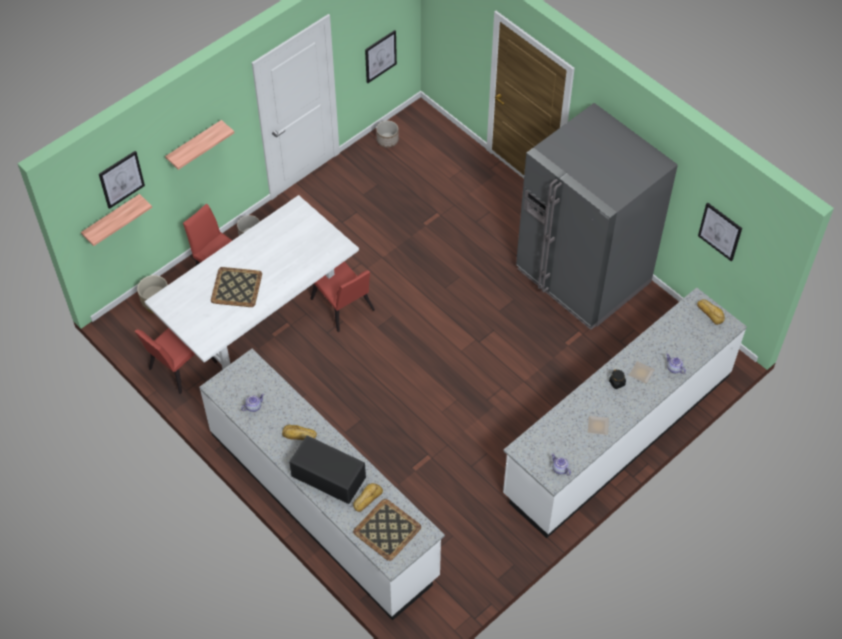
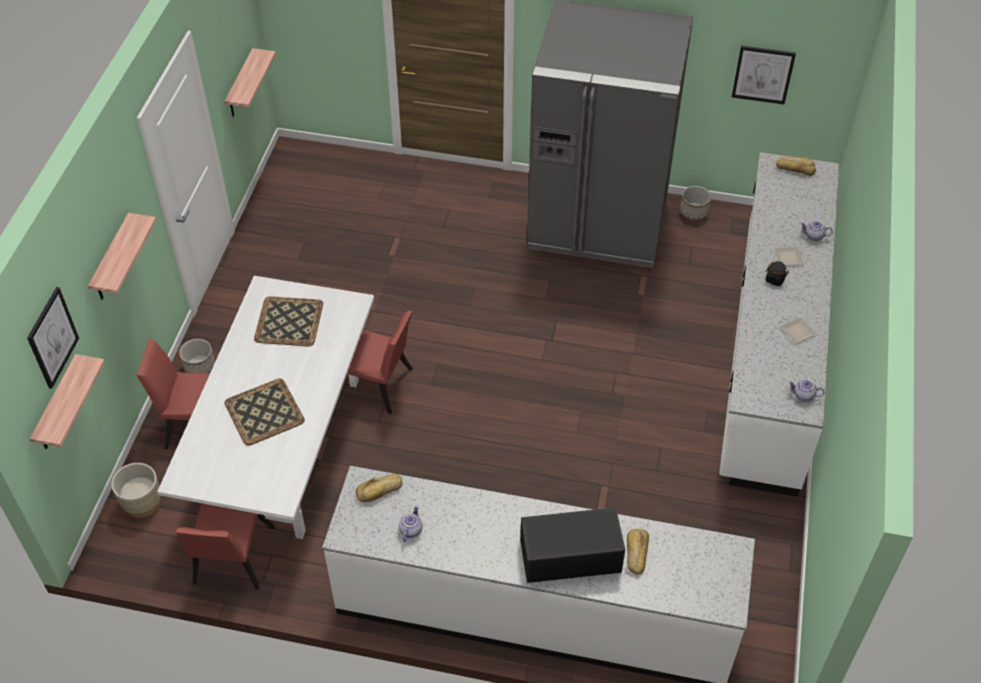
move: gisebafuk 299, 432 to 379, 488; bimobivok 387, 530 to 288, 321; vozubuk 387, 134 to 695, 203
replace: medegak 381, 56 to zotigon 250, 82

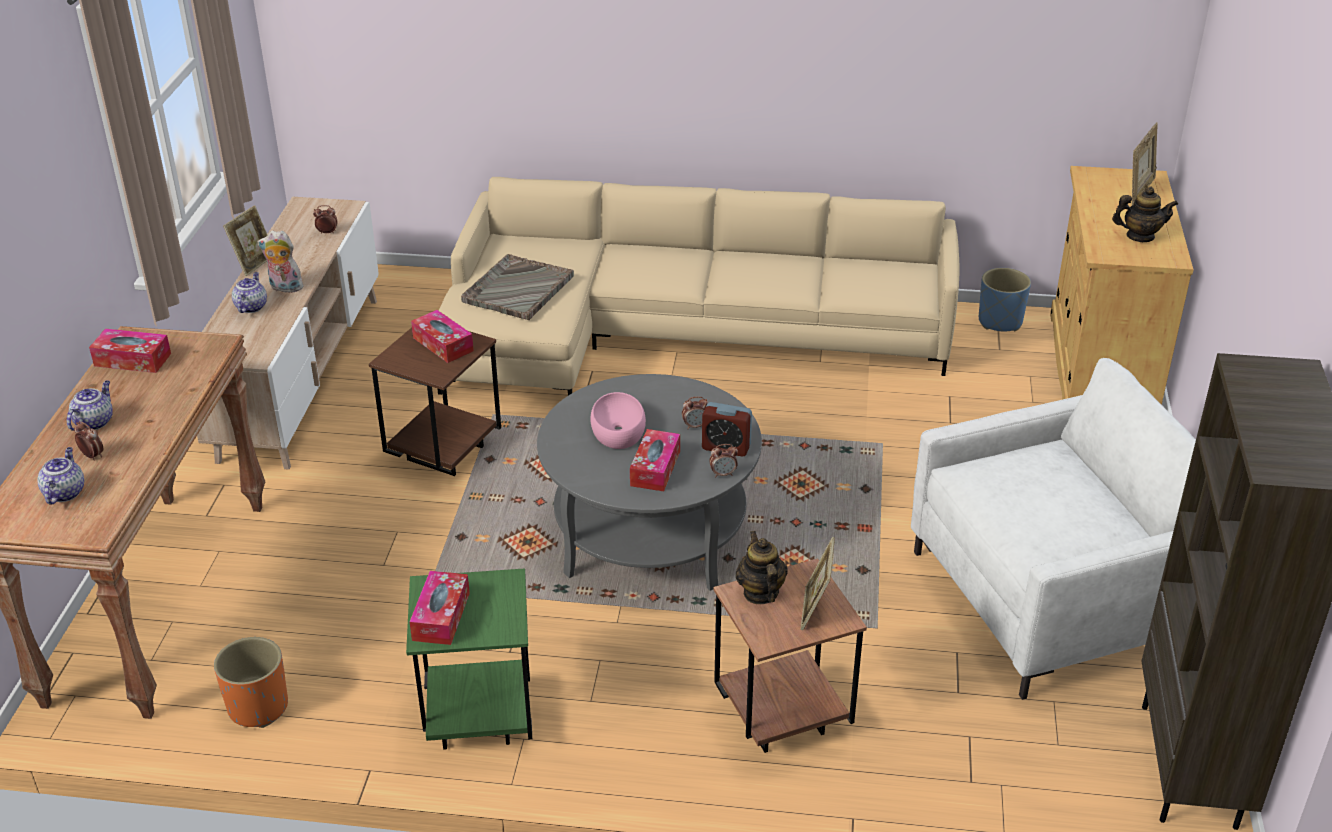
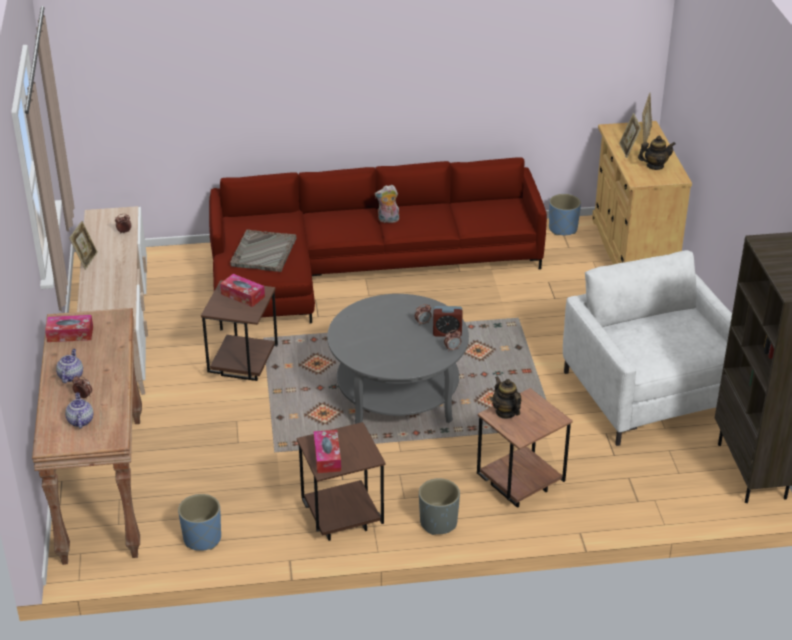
delete: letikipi 249, 292; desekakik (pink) 618, 420; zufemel 655, 460
insert: vozubuk (grey) 439, 506
move: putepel 281, 261 to 387, 204; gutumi 817, 583 to 630, 135
recolor: vozubuk (orange) 251, 682 to vozubuk (blue) 199, 522; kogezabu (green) 469, 659 to kogezabu (brown) 341, 481; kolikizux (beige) 698, 286 to kolikizux (red) 378, 243
rotate: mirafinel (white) 1053, 529 = 647, 348 75 degrees counterclockwise

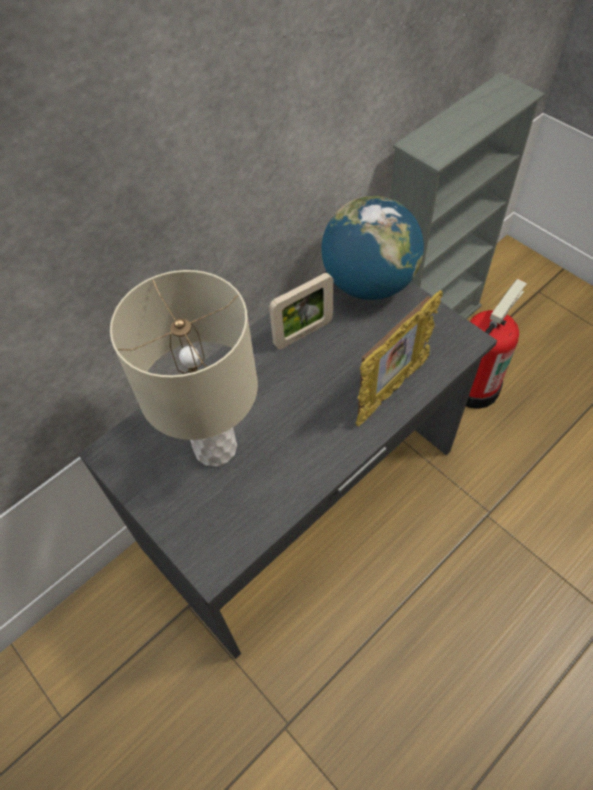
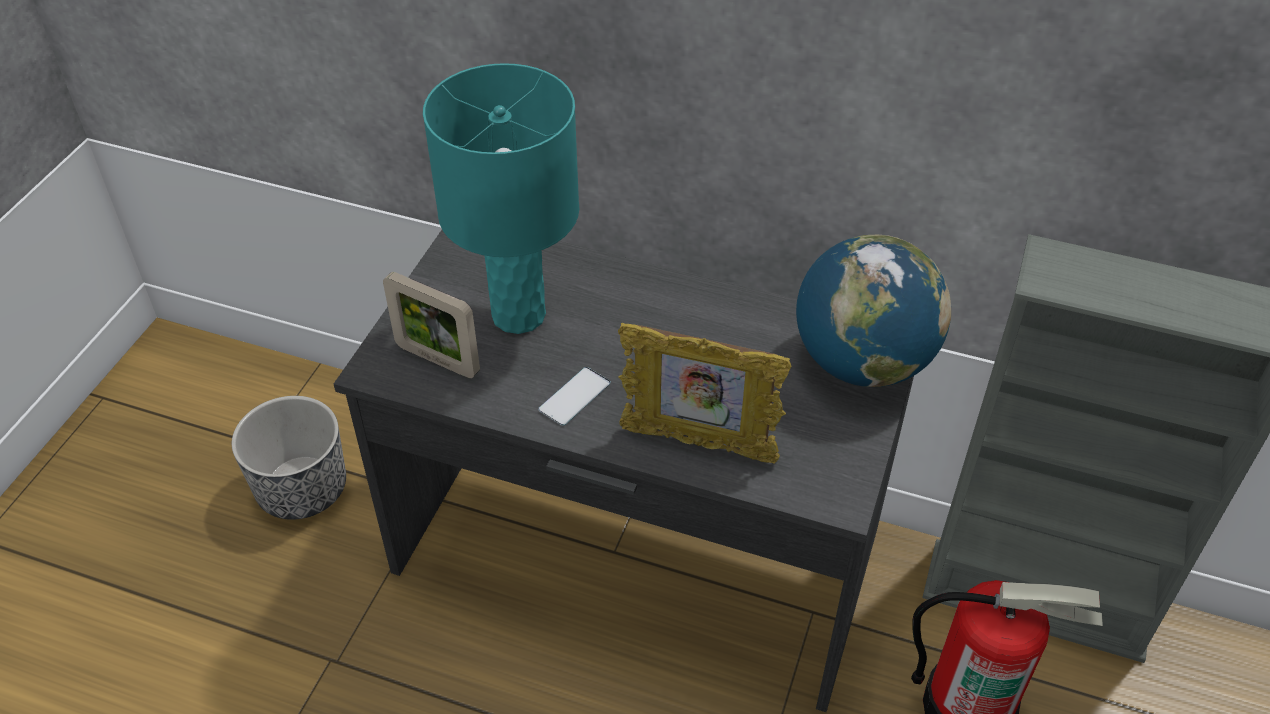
insert: vozubuk 289, 458; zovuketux 574, 396
move: gutumi 301, 311 to 431, 325
recolor: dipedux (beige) 184, 368 to dipedux (turquoise) 501, 198

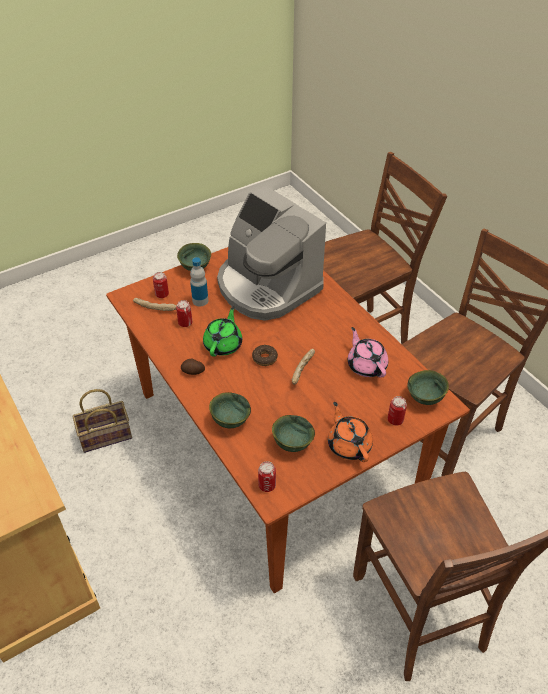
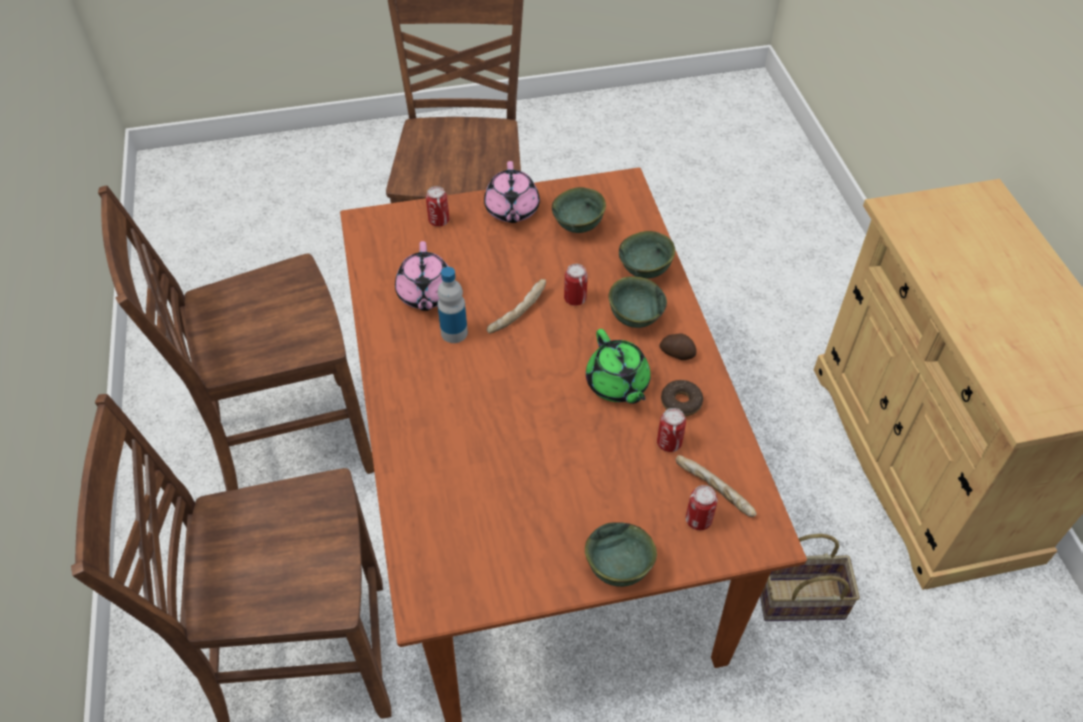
delete: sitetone 271, 253
move: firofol 199, 281 to 453, 305; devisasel 265, 355 to 682, 398; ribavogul 267, 476 to 576, 285; desekakik (green) 428, 387 to 637, 302
recolor: letikipi (orange) 350, 432 to letikipi (pink) 512, 192
rotate: letikipi (green) 222, 331 = 618, 366 60 degrees counterclockwise

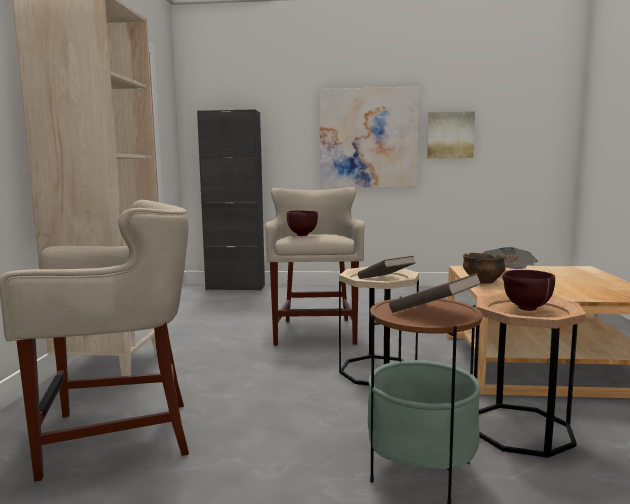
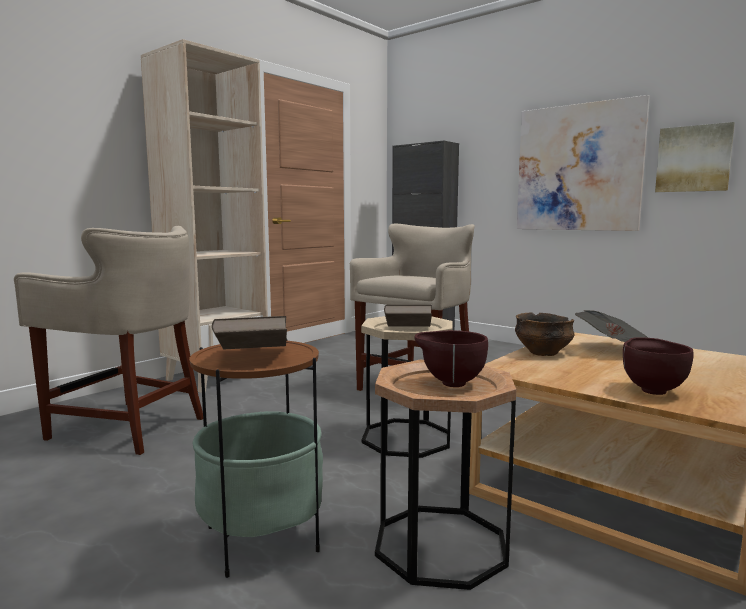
move: desekakik (brown) 302, 223 to 658, 366

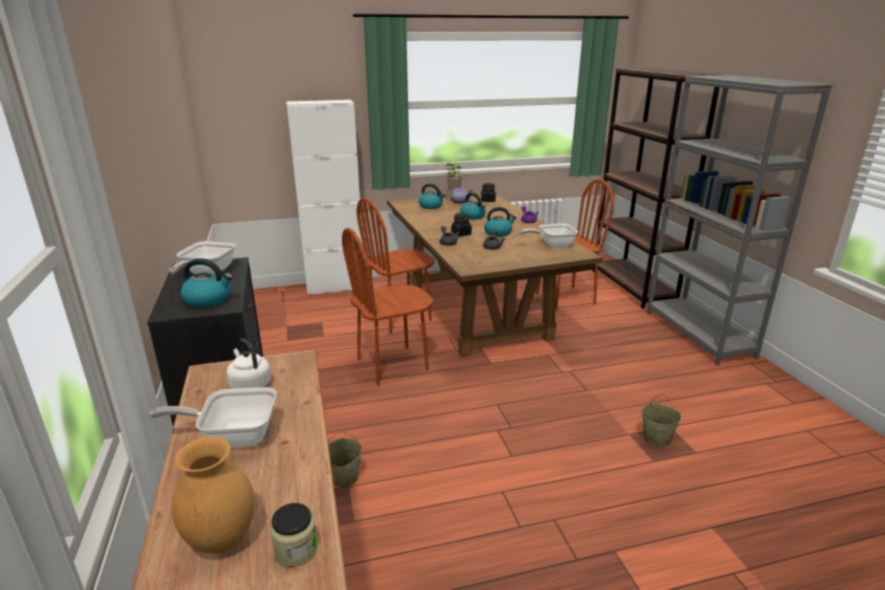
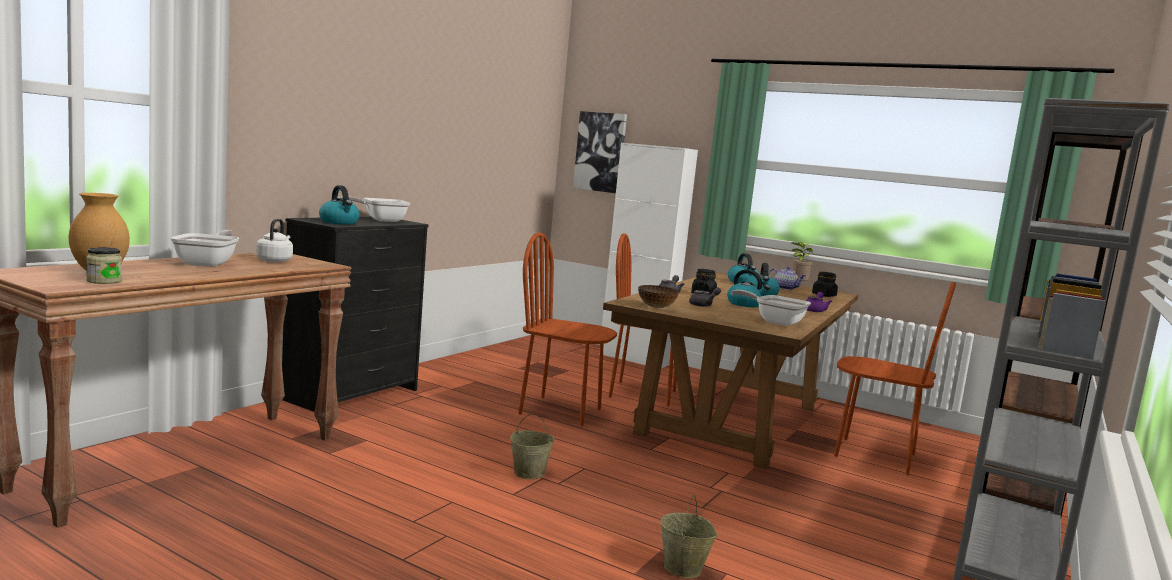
insert: medegak 600, 152; desekakik 658, 296
move: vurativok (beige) 345, 460 to 532, 446
rotate: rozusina 212, 417 = 204, 248 45 degrees clockwise

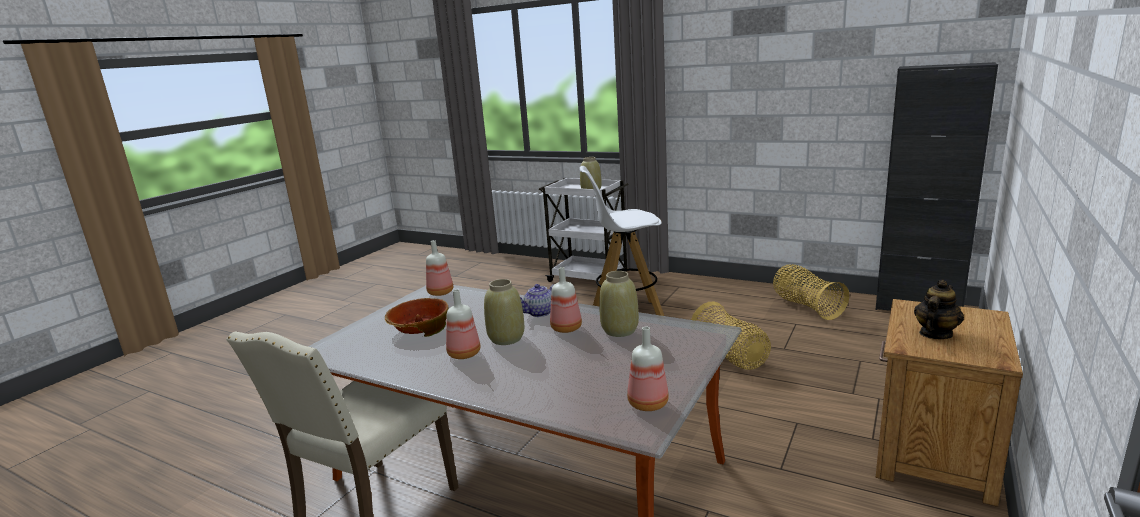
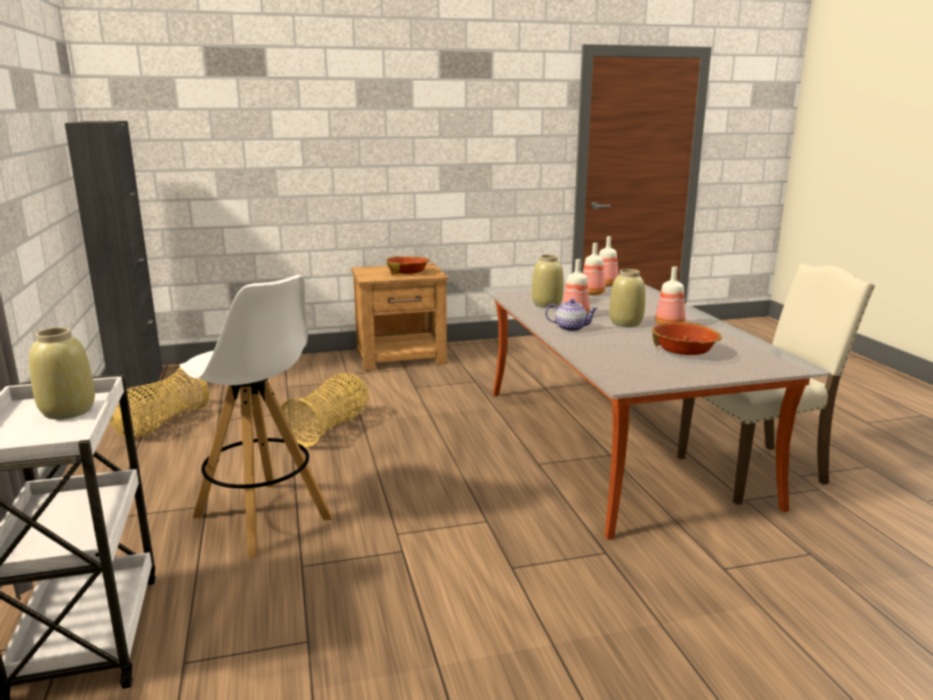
move: firofol 439, 268 to 594, 269
replace: letikipi 939, 309 to desekakik 408, 265

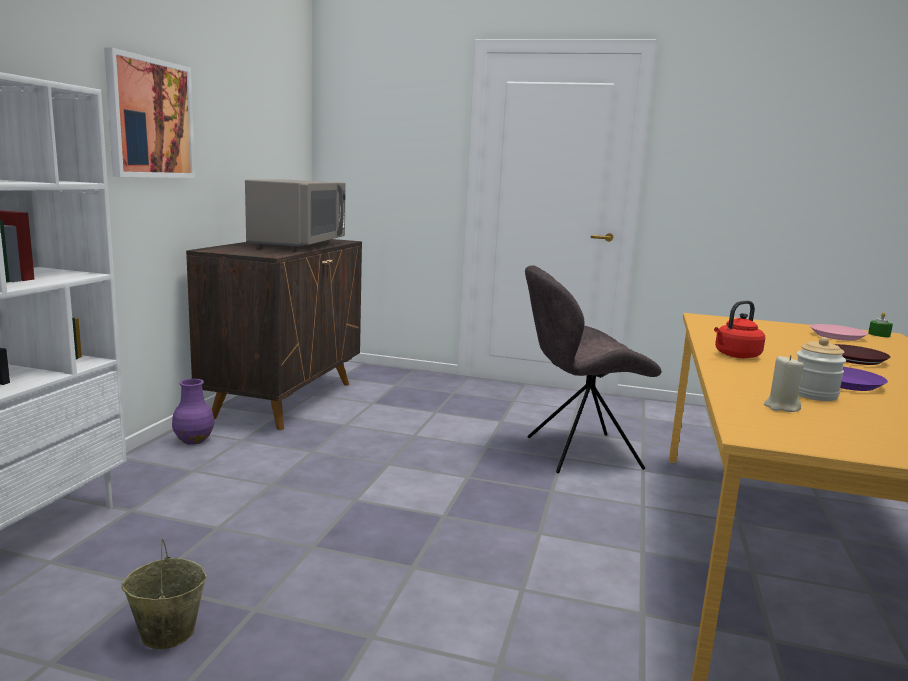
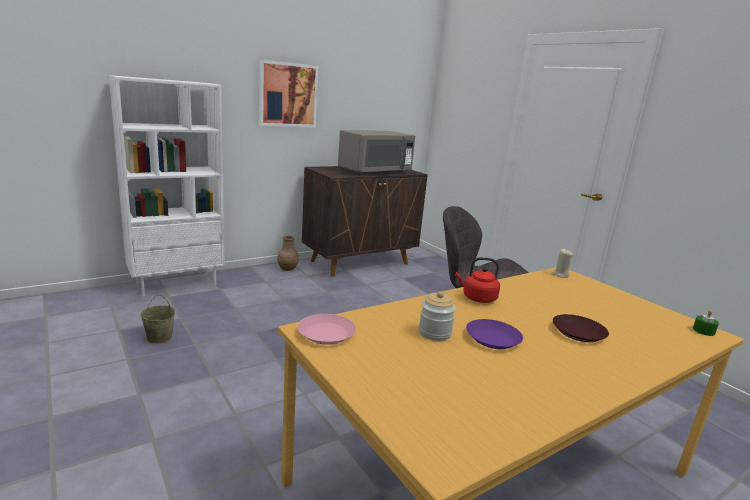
move: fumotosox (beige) 784, 383 to 562, 263; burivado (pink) 839, 332 to 327, 329
recolor: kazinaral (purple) 193, 412 to kazinaral (brown) 288, 253

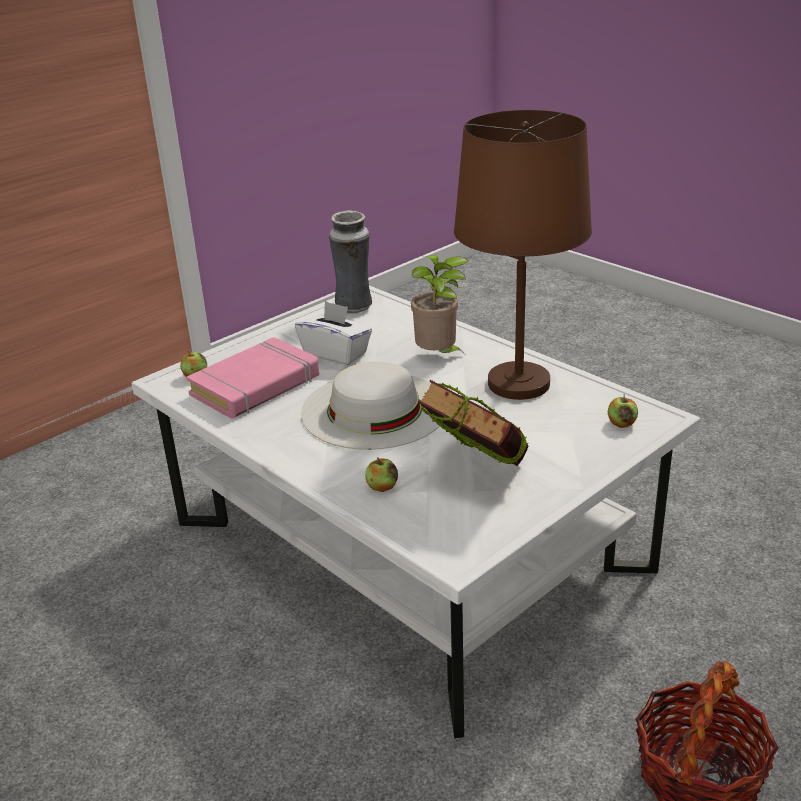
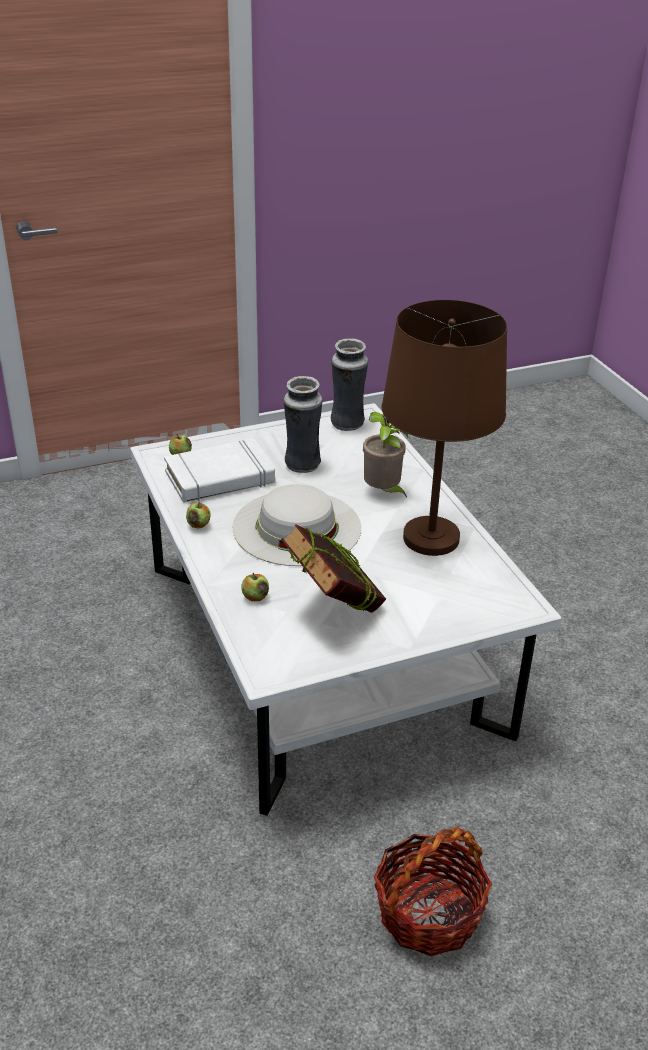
move: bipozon 623, 411 to 198, 514
replace: zufemel (white) 333, 333 to kazinaral 303, 424
recolor: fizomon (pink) 252, 378 to fizomon (white) 219, 470

